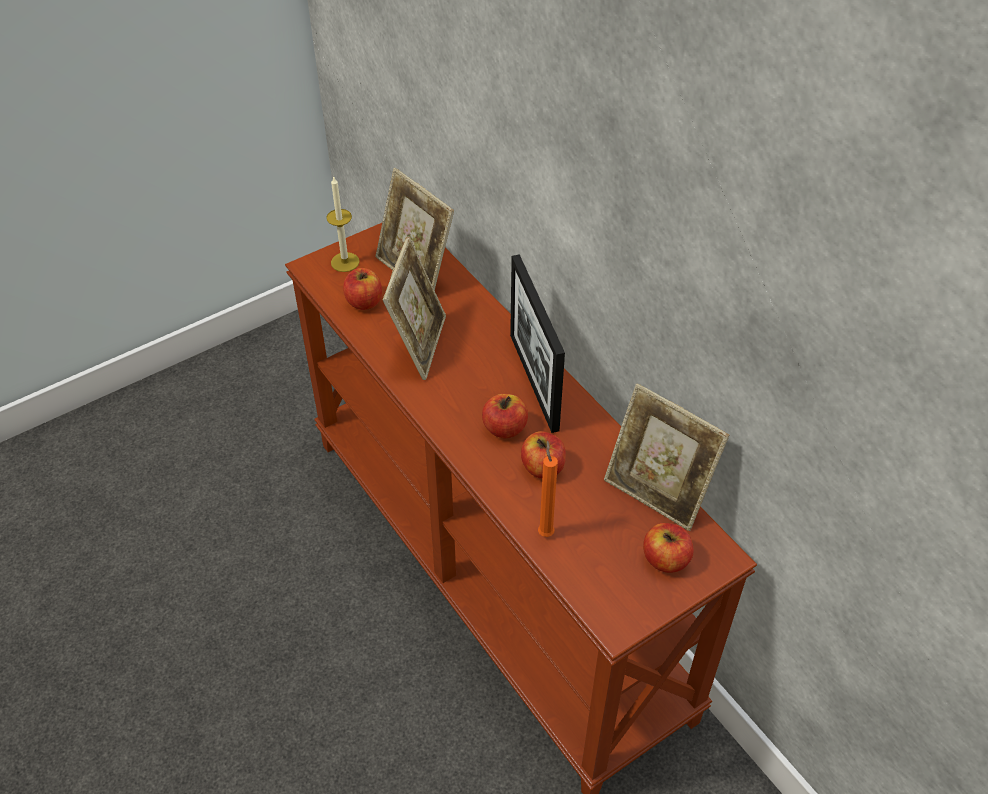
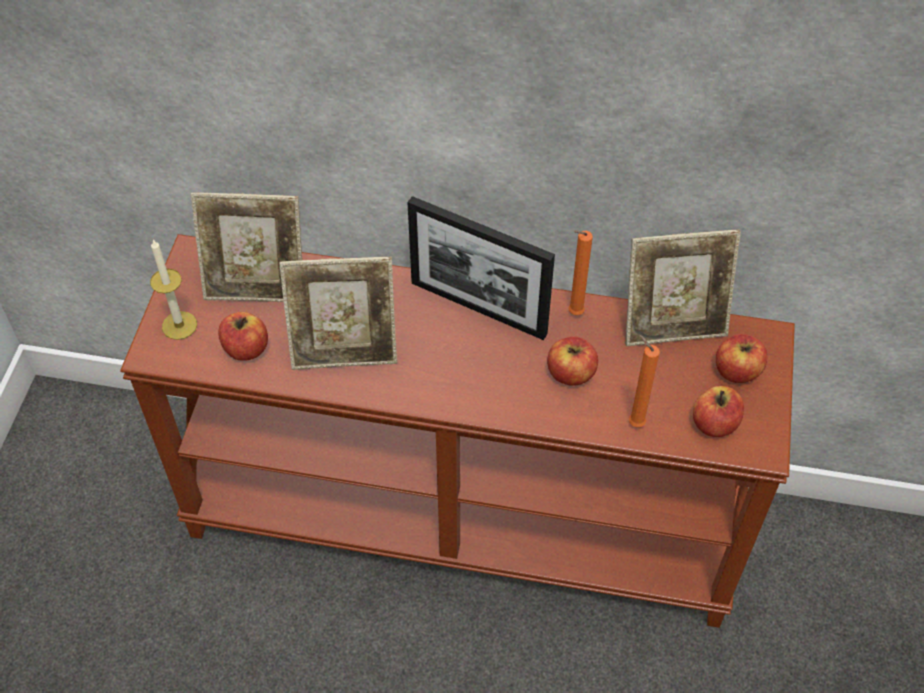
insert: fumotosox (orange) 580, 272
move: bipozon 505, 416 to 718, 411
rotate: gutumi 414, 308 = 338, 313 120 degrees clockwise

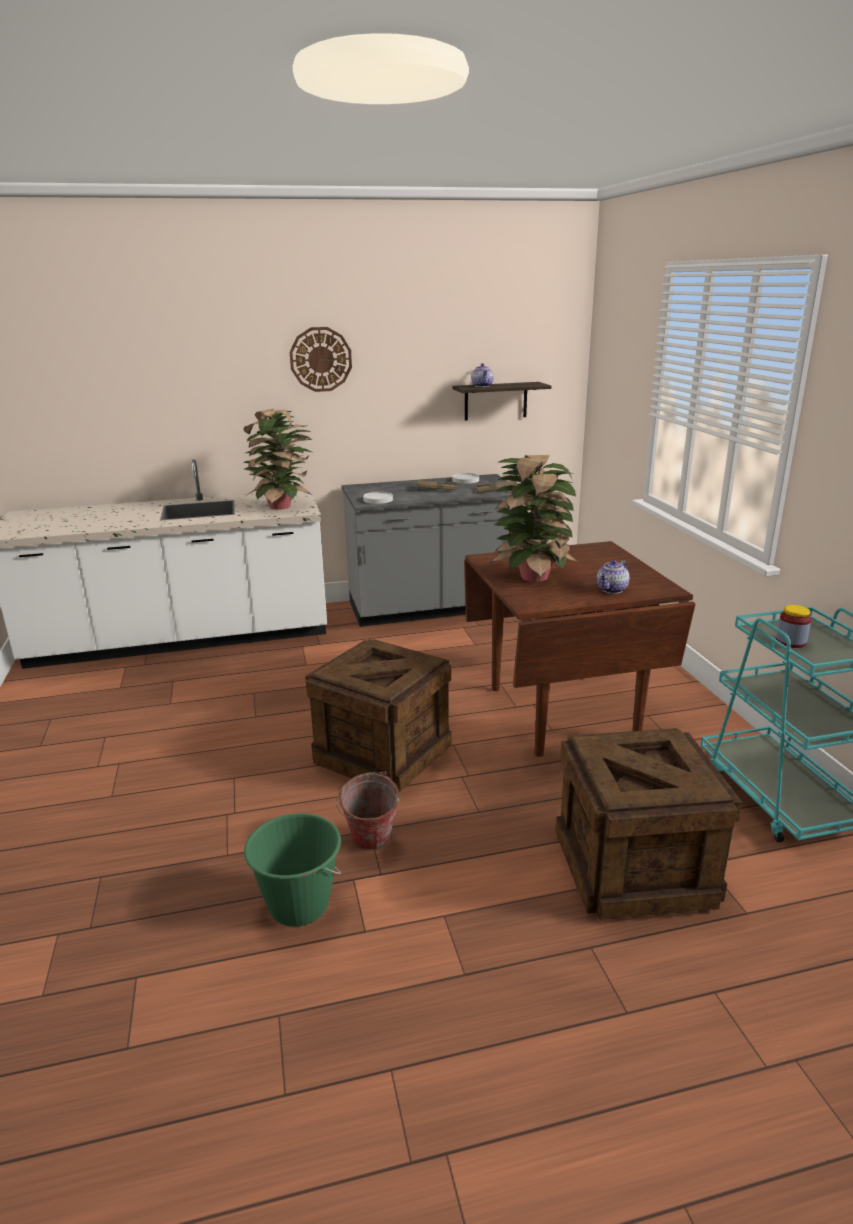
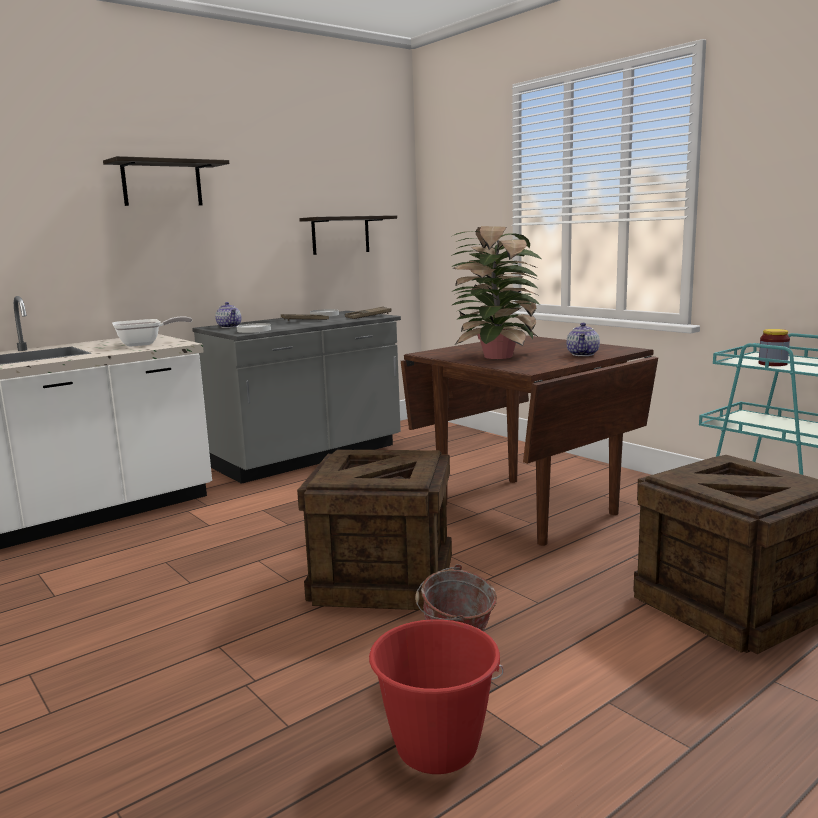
move: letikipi 482, 375 to 228, 315
replace: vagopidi 277, 459 to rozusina 152, 332; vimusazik 321, 359 to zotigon 166, 181
recolor: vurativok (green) 292, 870 to vurativok (red) 436, 696

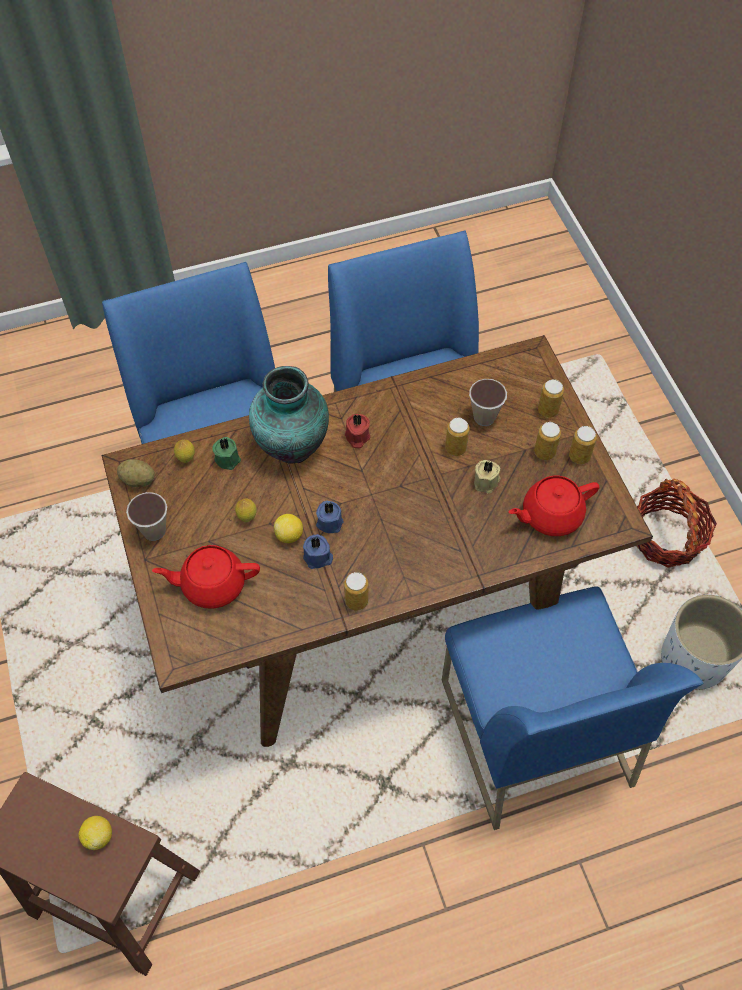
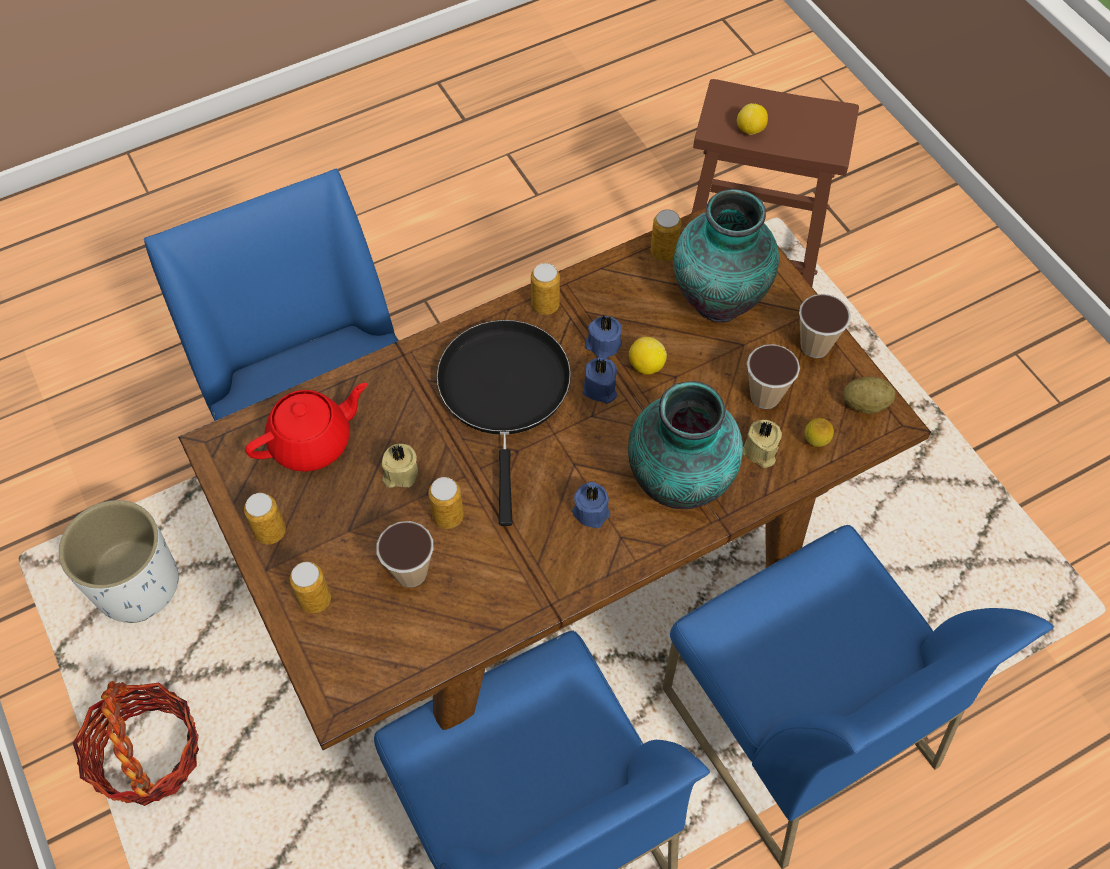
delete: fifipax 246, 510
insert: rozusina (black) 503, 423; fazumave 773, 376
move: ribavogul 547, 441 to 666, 235
replace: letikipi (red) 206, 577 to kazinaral 726, 256
recolor: fumotosox (green) 227, 453 to fumotosox (beige) 762, 444; fumotosox (red) 357, 431 to fumotosox (blue) 591, 505

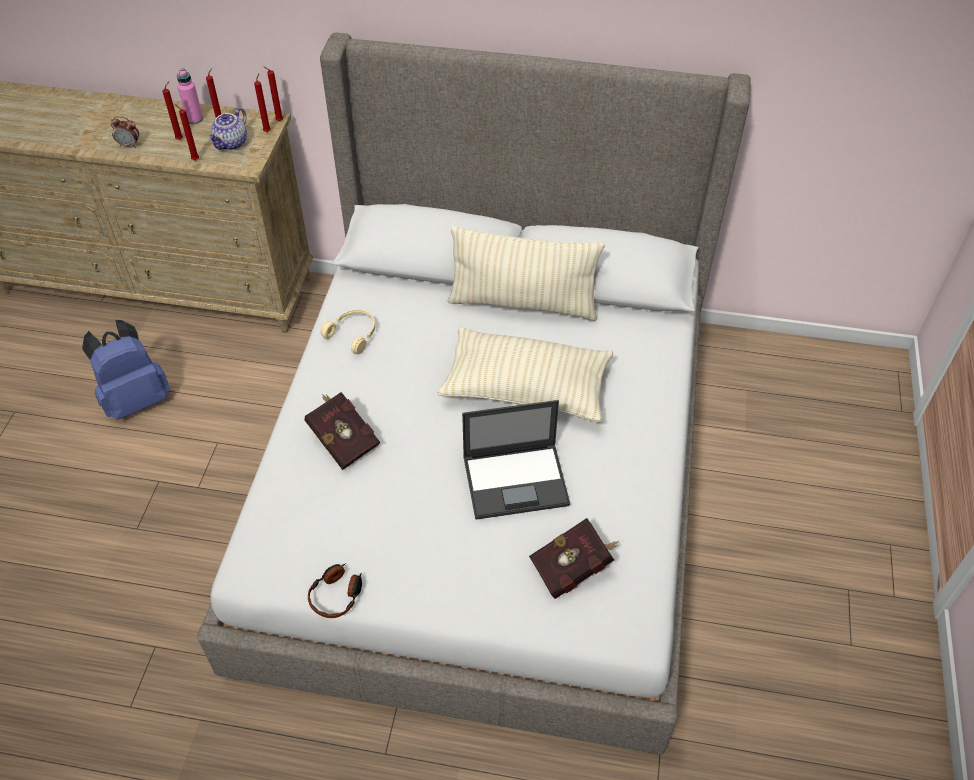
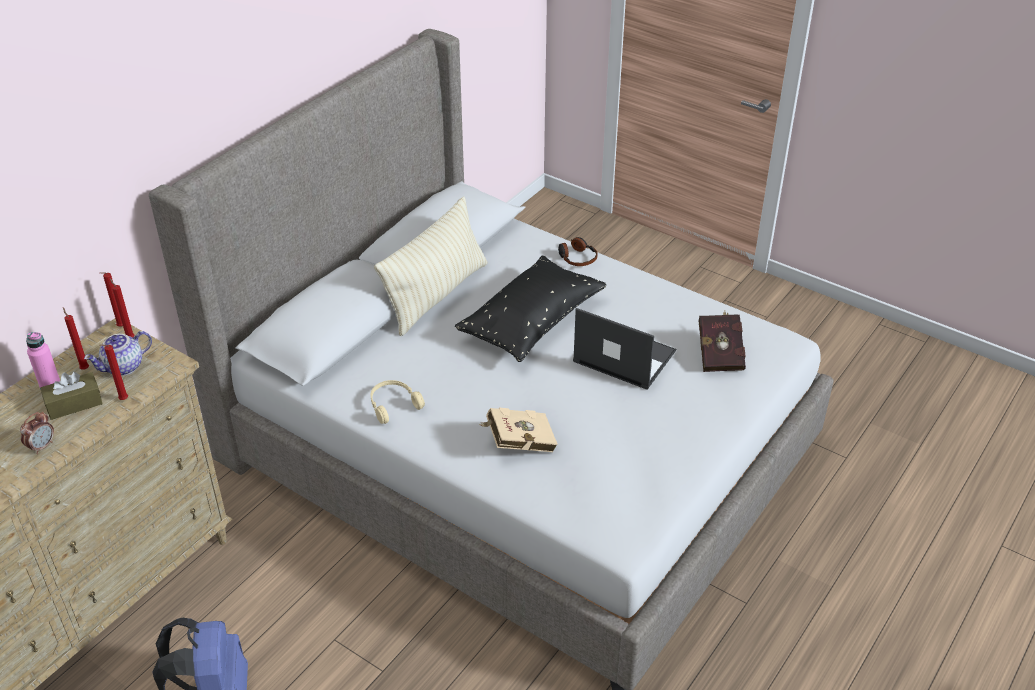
move: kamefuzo 335, 590 to 578, 251
replace: fumotosox (red) 172, 111 to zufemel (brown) 71, 396
recolor: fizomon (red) 342, 431 to fizomon (beige) 518, 430; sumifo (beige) 525, 375 to sumifo (black) 530, 309
rotate: letikipi 227, 129 = 118, 353 90 degrees clockwise; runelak 516, 460 = 624, 349 75 degrees counterclockwise

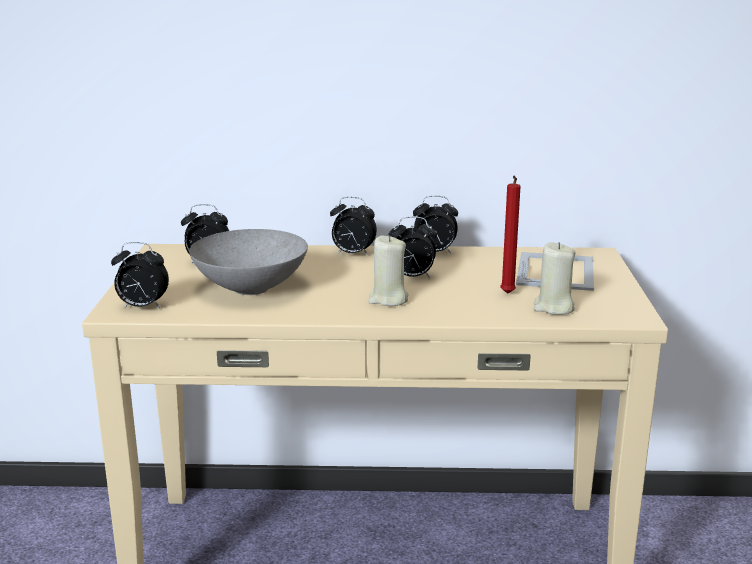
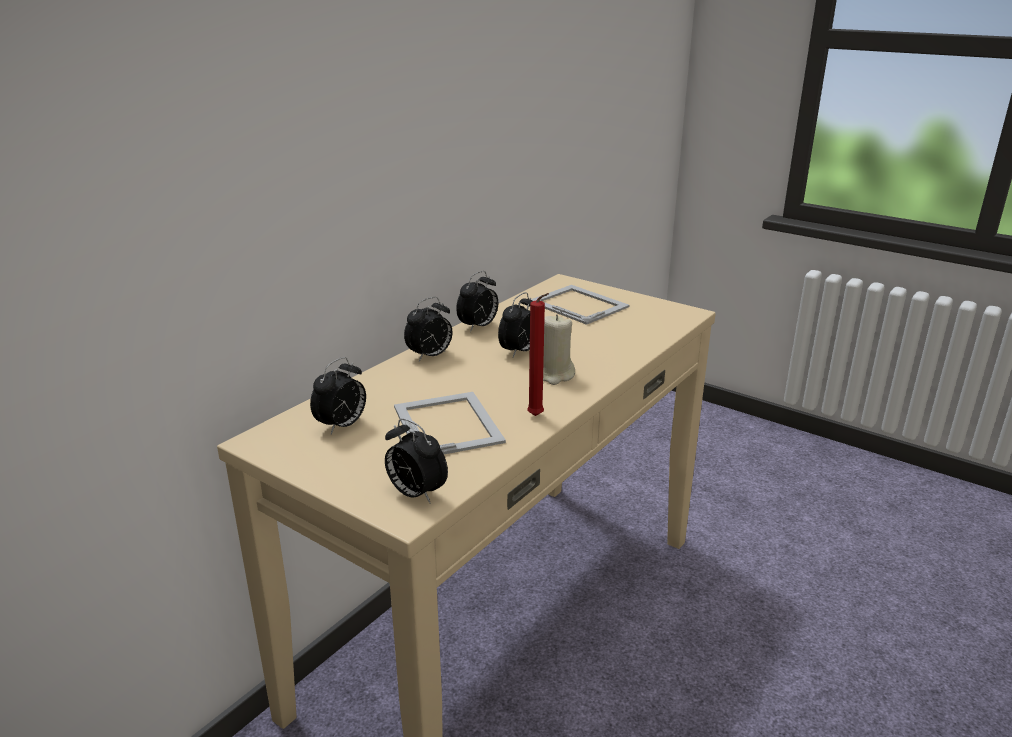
delete: fumotosox (beige) 554, 278
move: fumotosox (red) 510, 235 to 538, 354
replace: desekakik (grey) 248, 262 to gutumi 450, 423
rotate: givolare 140, 275 = 416, 461 90 degrees clockwise

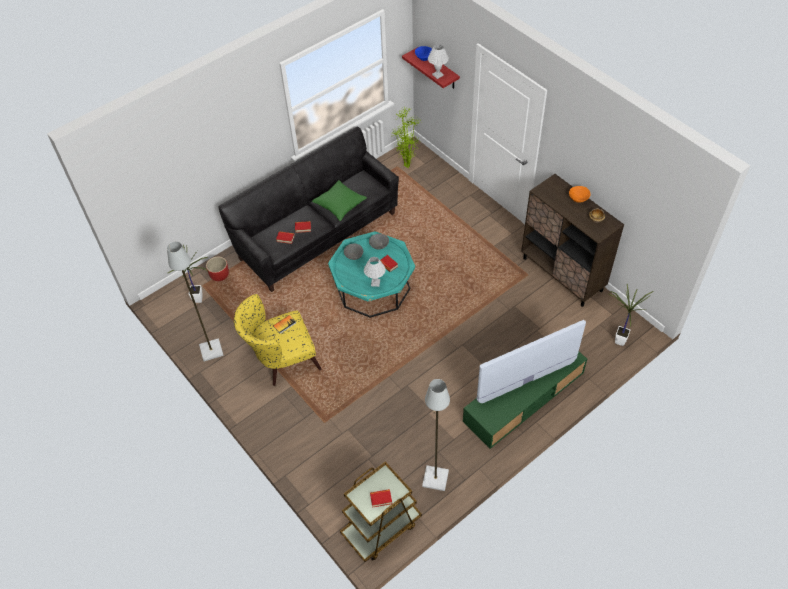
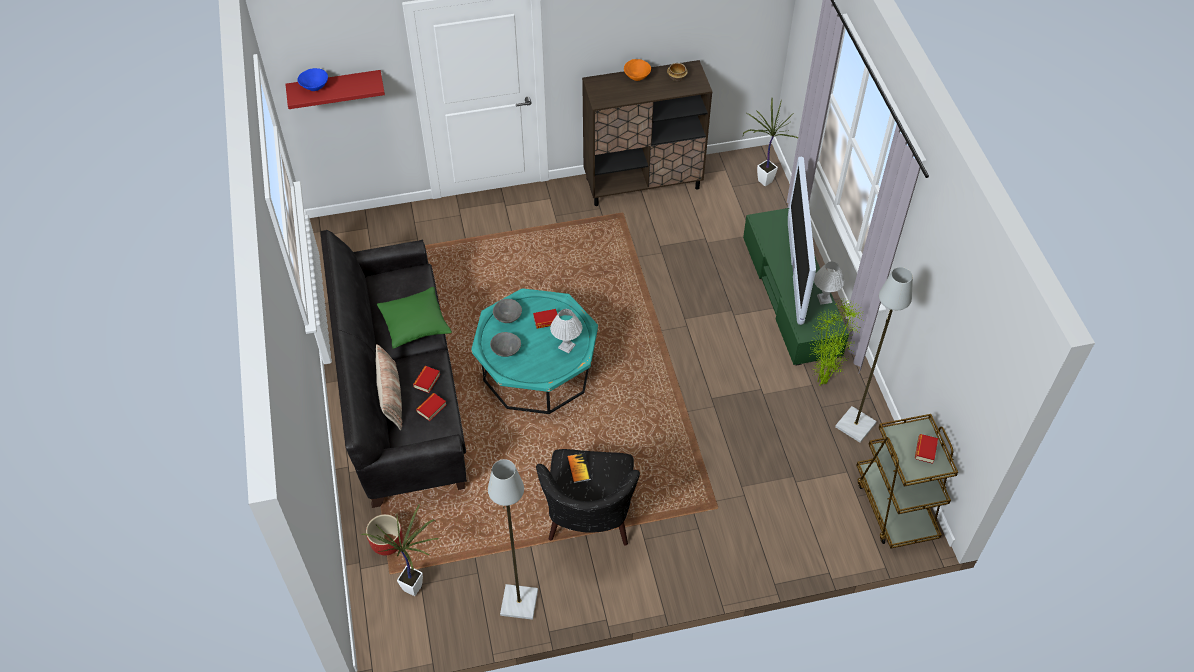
insert: sumifo 389, 387
move: vagopidi 407, 137 to 836, 341; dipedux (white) 438, 61 to 829, 283
recolor: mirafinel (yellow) 278, 340 to mirafinel (black) 588, 497

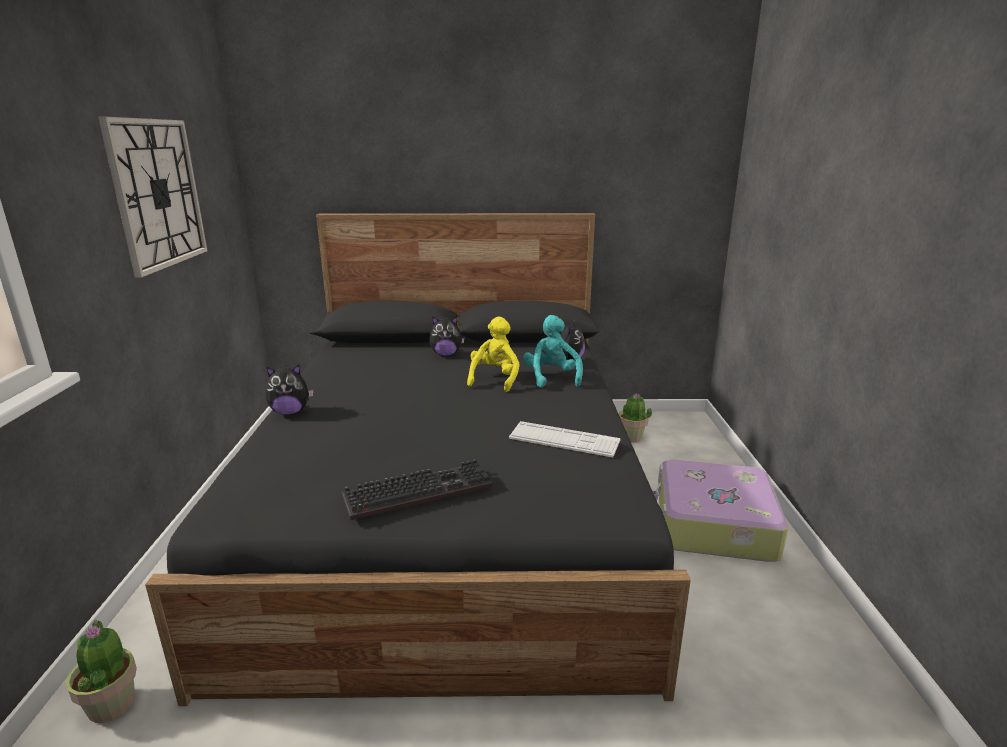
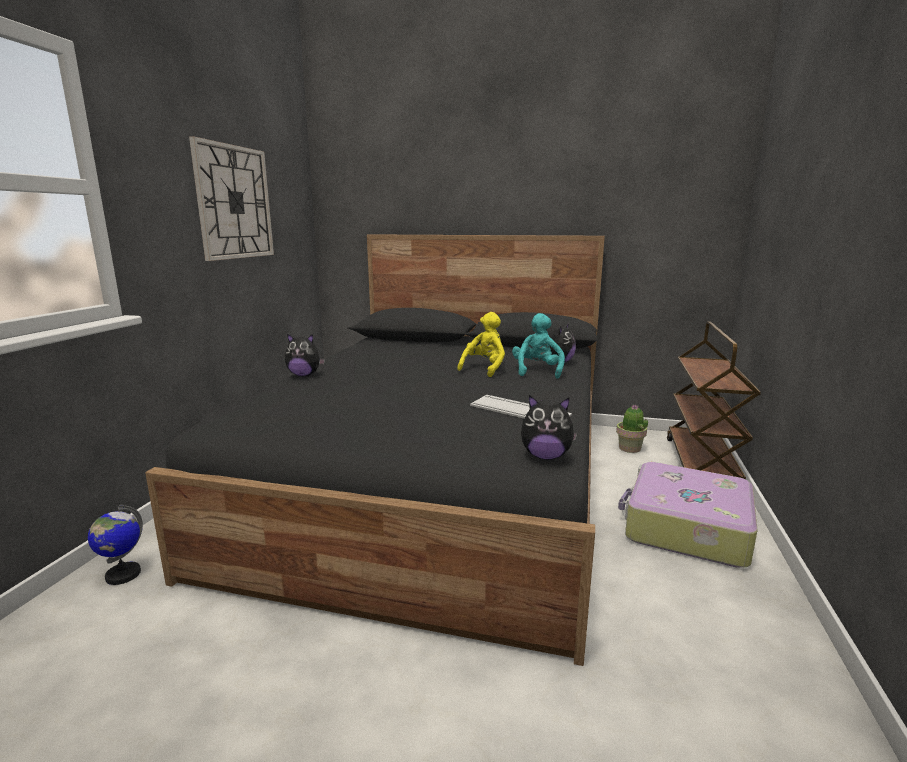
delete: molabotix 417, 489
insert: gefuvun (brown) 714, 400
move: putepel 447, 336 to 549, 427
replace: vagopidi 101, 671 to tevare 115, 545

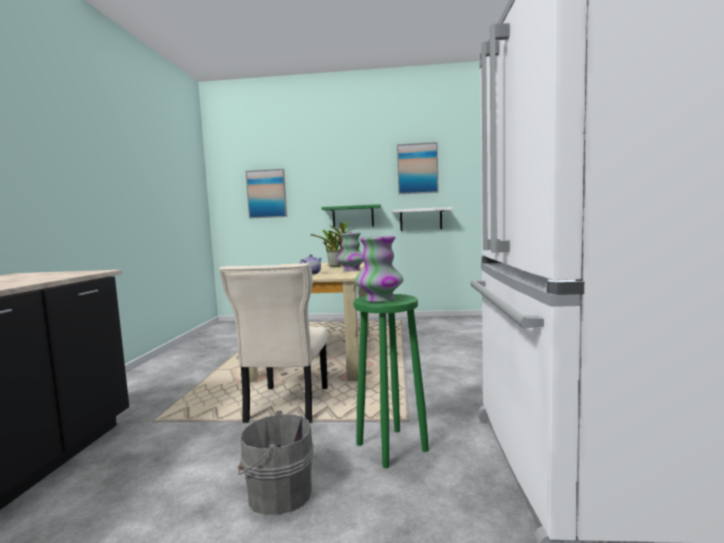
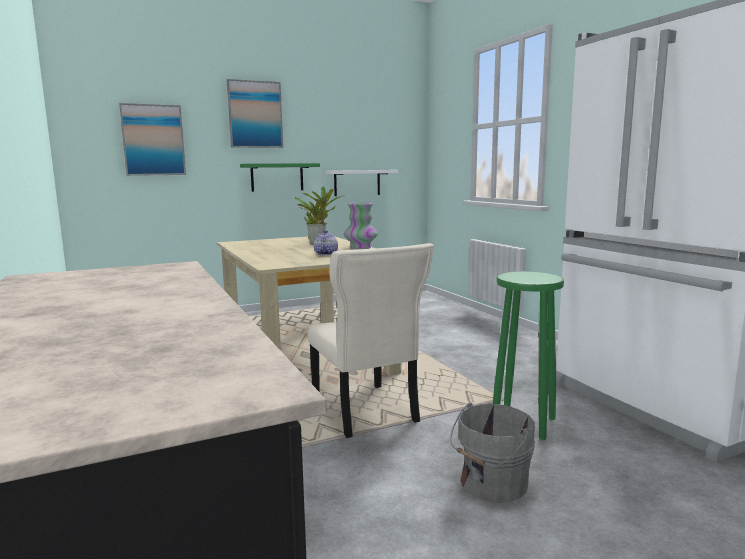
delete: kazinaral 379, 269
move: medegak 418, 168 to 255, 113

